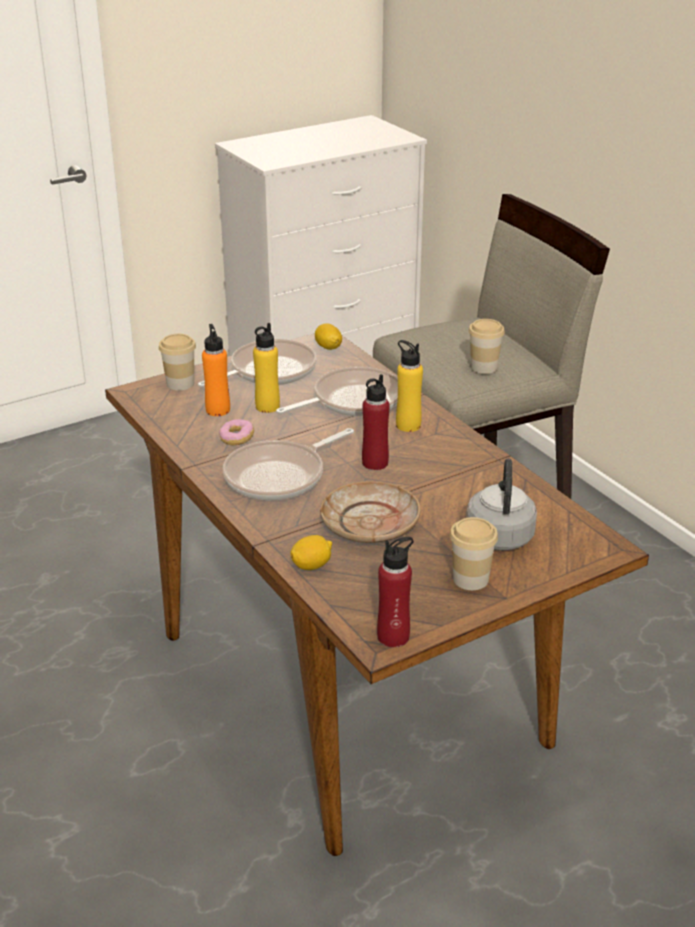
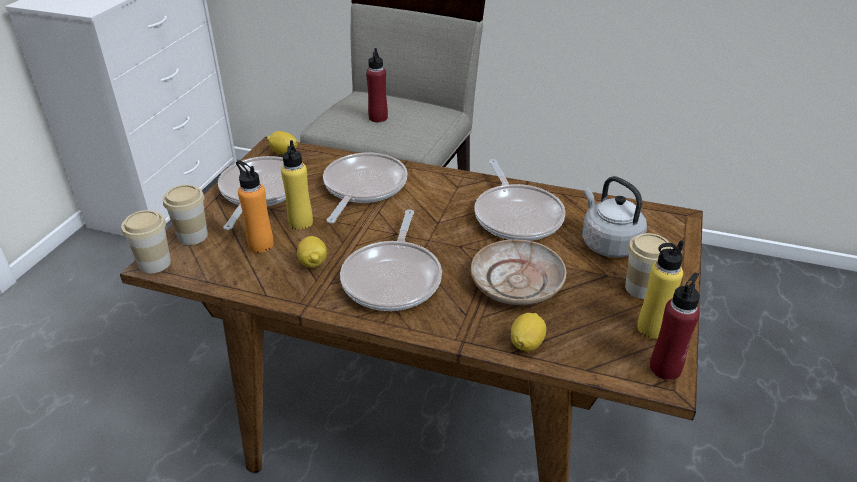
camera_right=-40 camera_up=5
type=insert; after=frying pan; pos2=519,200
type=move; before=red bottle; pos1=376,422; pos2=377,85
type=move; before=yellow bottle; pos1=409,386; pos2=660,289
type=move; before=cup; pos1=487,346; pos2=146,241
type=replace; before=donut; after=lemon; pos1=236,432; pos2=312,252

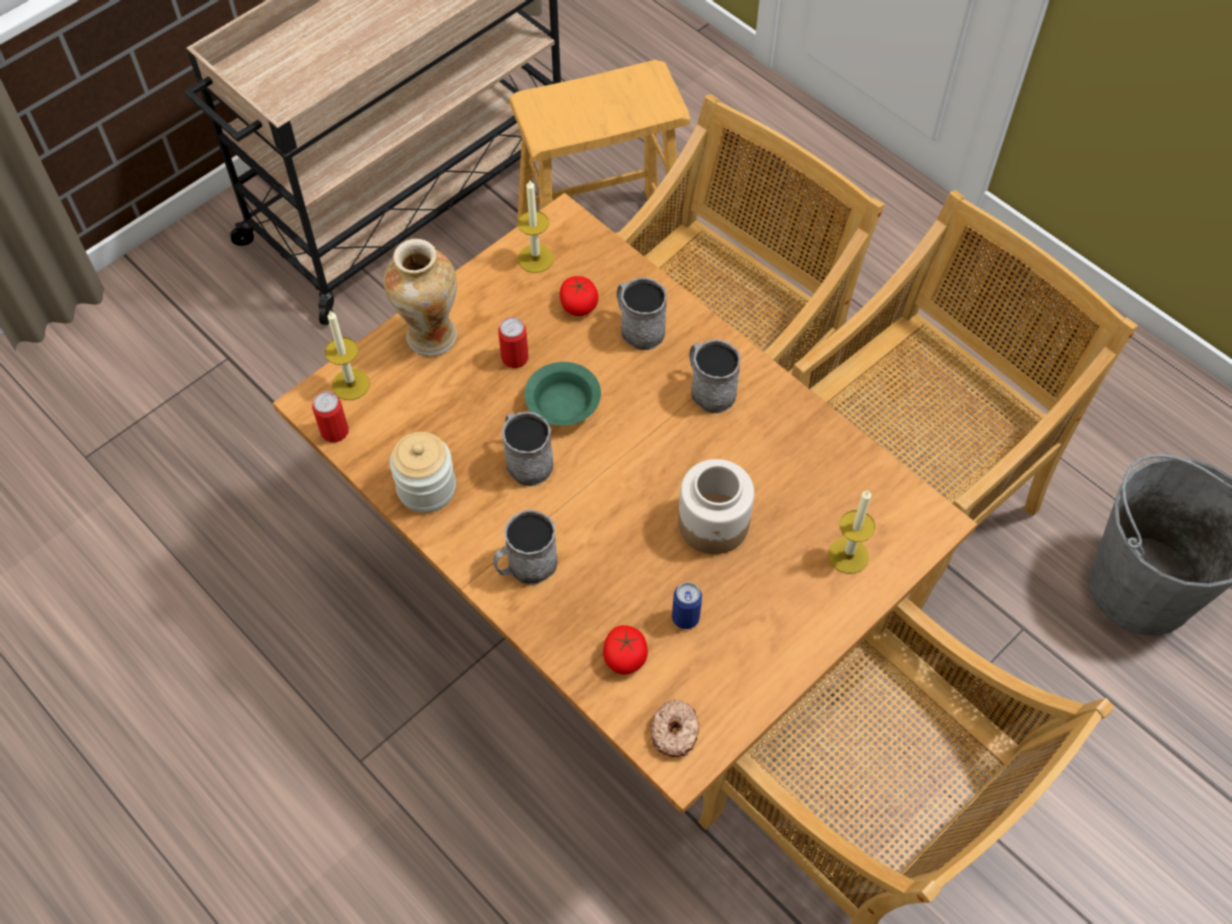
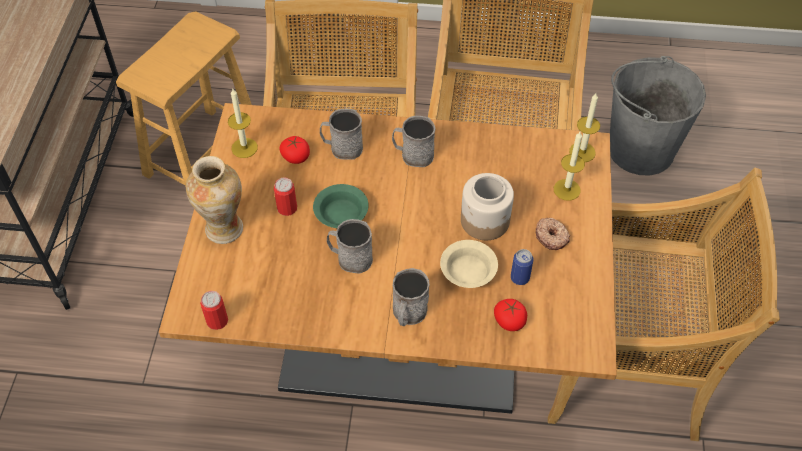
camera_right=-40 camera_up=-5
type=delete; before=jar; pos1=423,472
type=insert; after=beige bowl; pos2=469,264
type=move; before=candle; pos1=347,355; pos2=584,127
type=move; before=donut; pos1=674,728; pos2=553,234

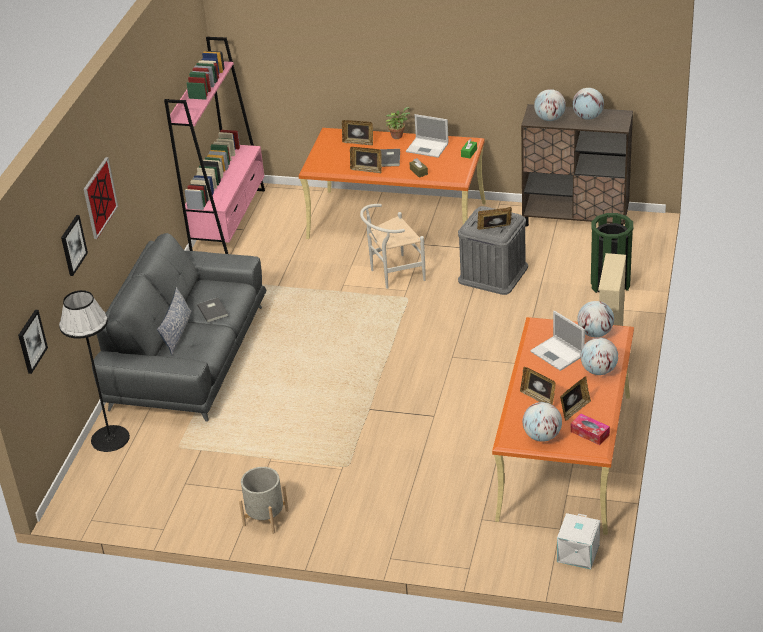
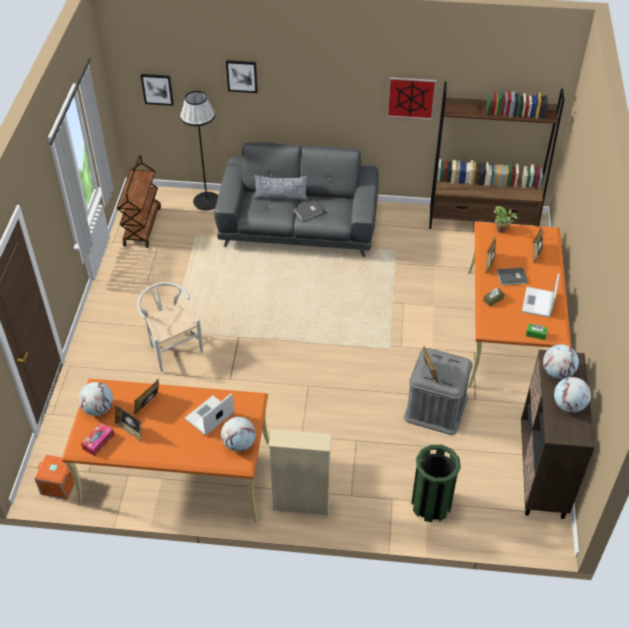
camera_right=80 camera_up=10
type=delete; before=grey planter; pos1=264,500
type=delete; before=globe; pos1=599,356
type=insert; after=brown cart; pos2=139,201
type=move; before=picture; pos1=101,198; pos2=411,98
type=move; before=white chair; pos1=392,246; pos2=170,327
type=move; before=potted plant; pos1=398,123; pos2=505,219
type=recolor; before=pink bookcase; after=brown bookcase; pos1=214,145; pos2=496,155
type=recolor; before=white storage box; after=orange storage box; pos1=578,541; pos2=54,477

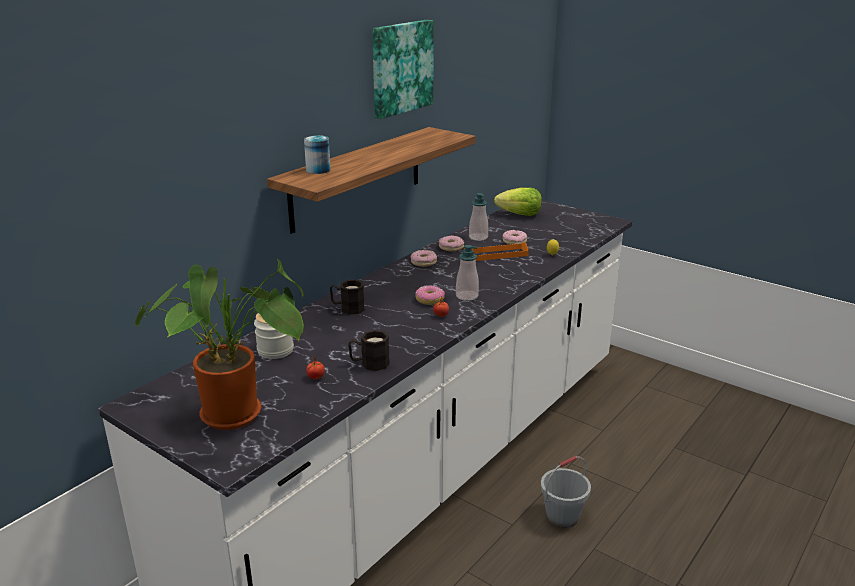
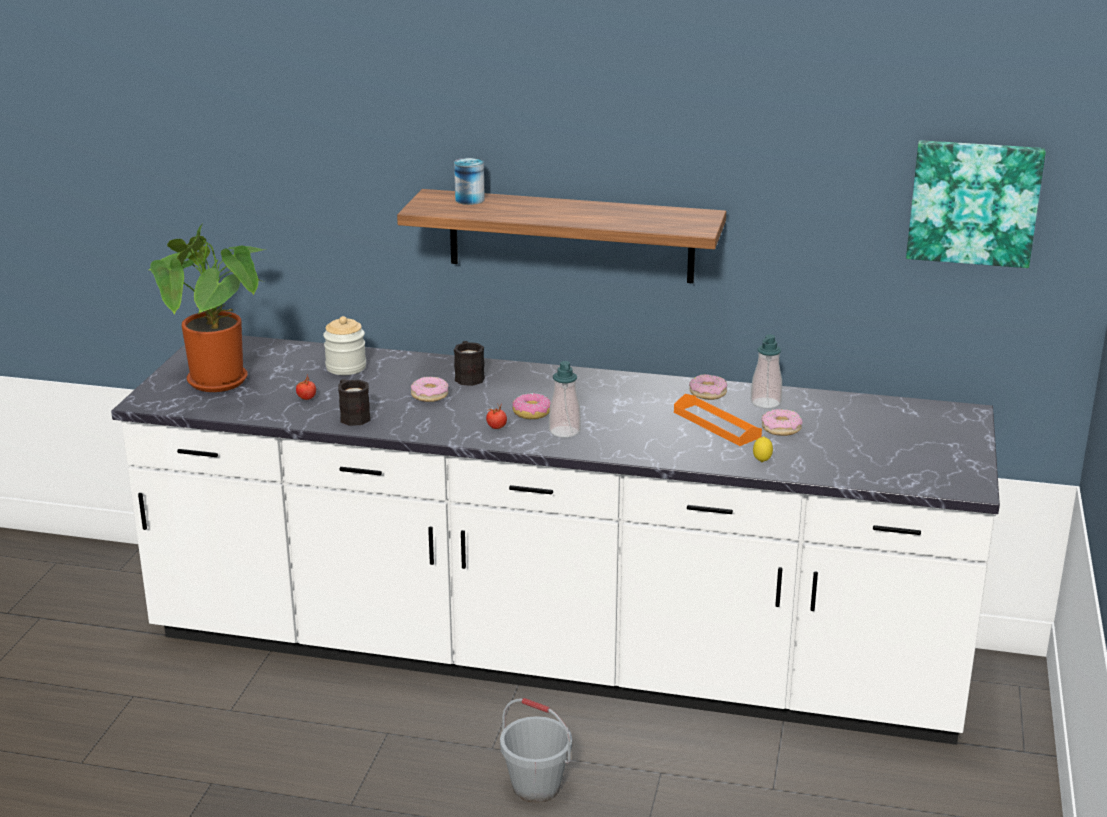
camera_right=65 camera_up=0
type=delete; before=lettuce; pos1=518,201
type=move; before=picture; pos1=403,69; pos2=976,204
type=move; before=donut; pos1=423,258; pos2=430,389

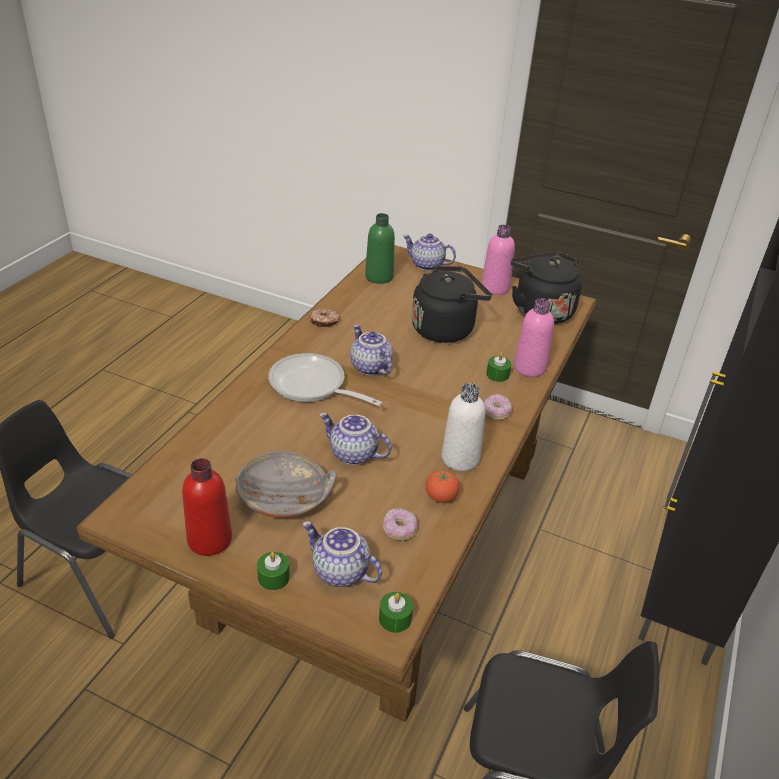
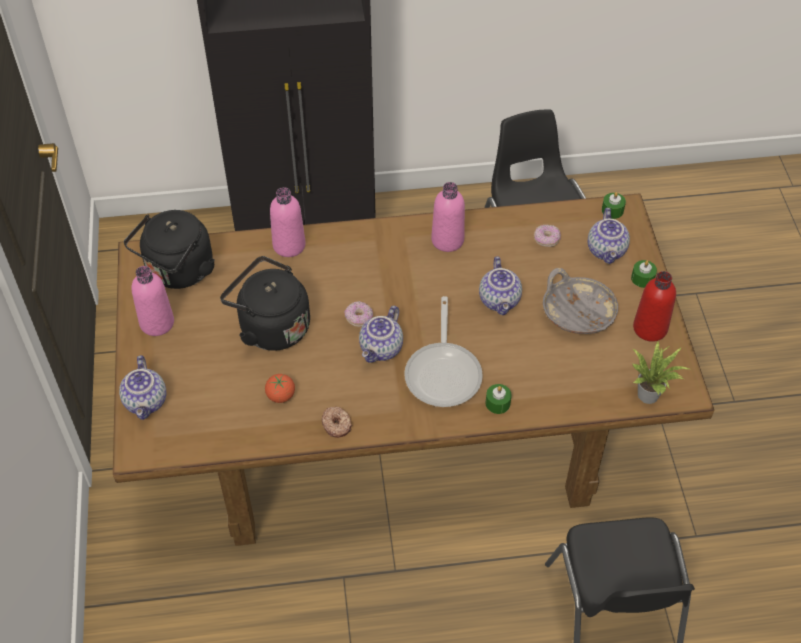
camera_right=-120 camera_up=15
type=delete; before=green bottle; pos1=380,248
type=insert; after=potted plant; pos2=660,372
type=move; before=tomato; pos1=442,486; pos2=280,388
type=move; before=donut; pos1=498,407; pos2=359,314
type=move; before=green candle; pos1=498,367; pos2=499,399
type=recolor; before=white bottle; after=pink bottle; pos1=463,427; pos2=448,217

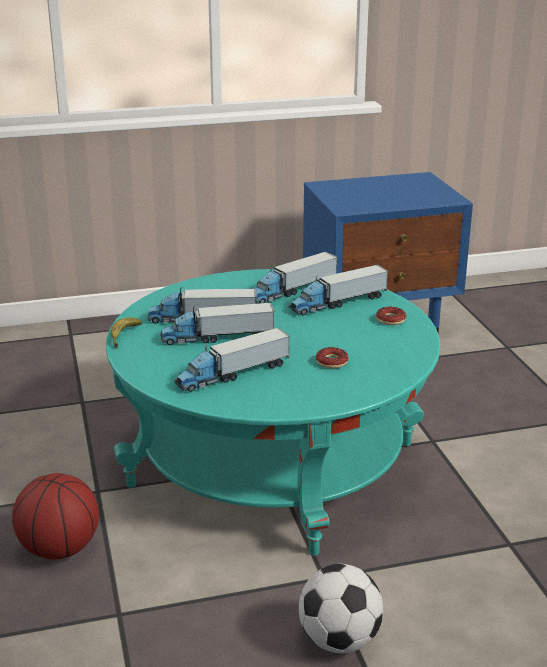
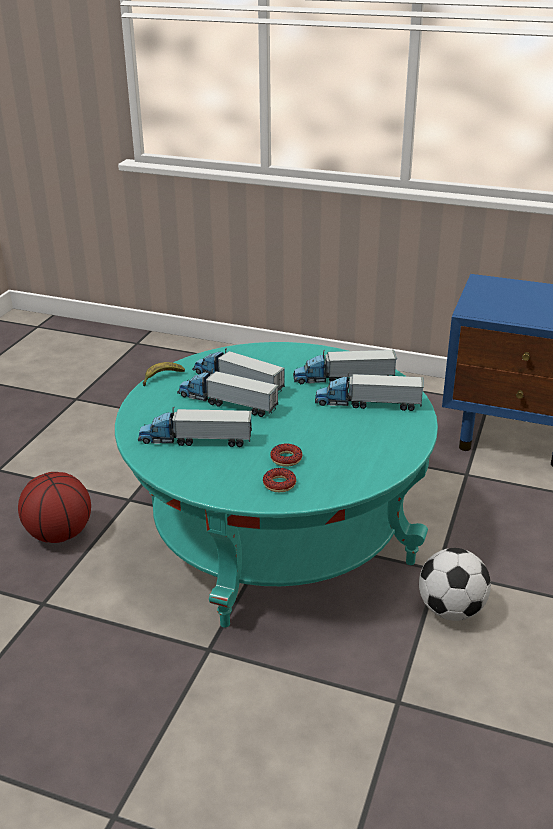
camera_right=35 camera_up=5
type=move; before=football; pos1=341,608; pos2=455,584
type=move; before=donut; pos1=391,316; pos2=279,480

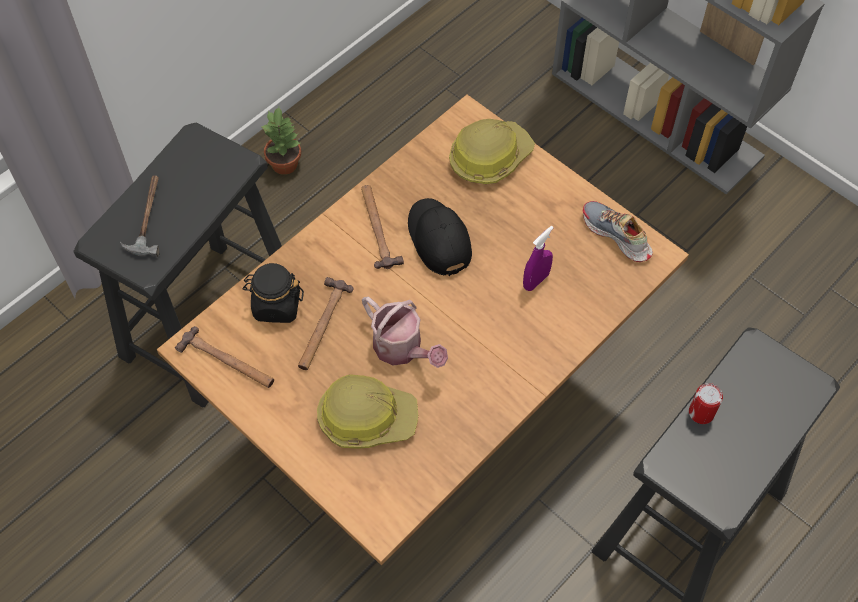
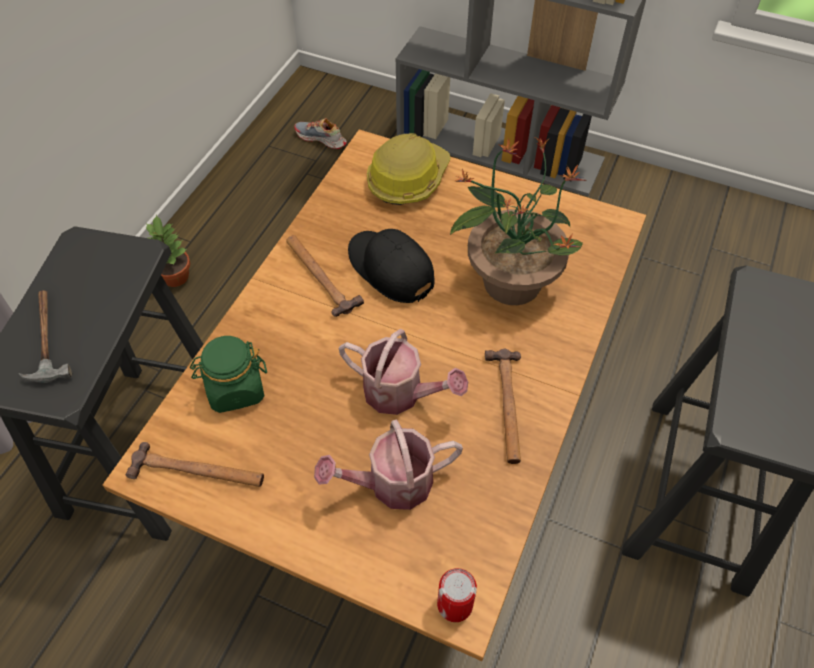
camera_right=-20 camera_up=-5
type=move; before=hammer; pos1=325,323; pos2=503,406
type=move; before=shoe; pos1=618,231; pos2=320,133
type=move; before=can; pos1=706,403; pos2=457,595
type=replace; before=hard hat; after=watering can; pos1=367,411; pos2=388,465
type=replace; before=purple spray bottle; after=potted plant; pos1=538,258; pos2=518,221
type=recolor; before=black jar; after=green jar; pos1=273,293; pos2=228,374

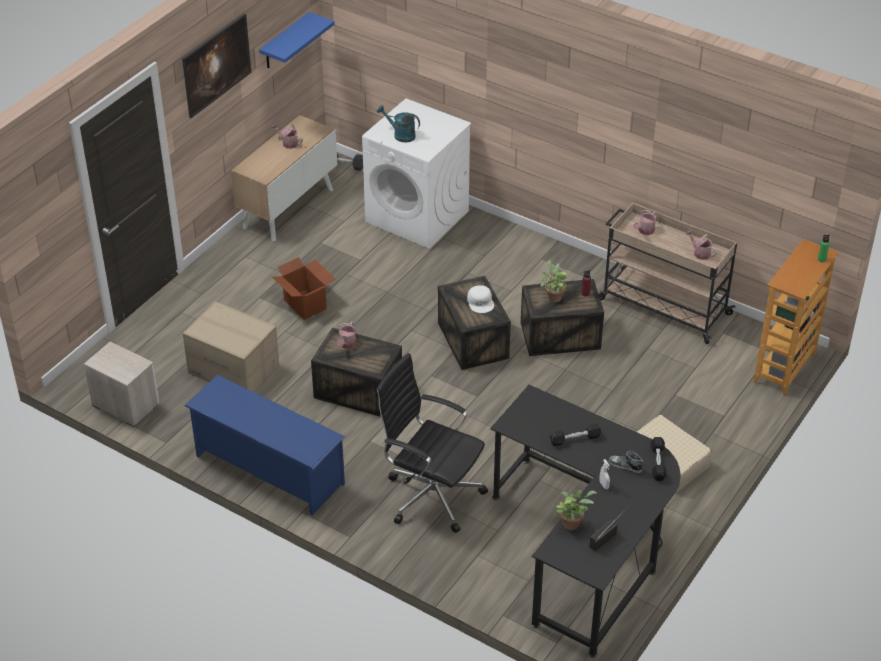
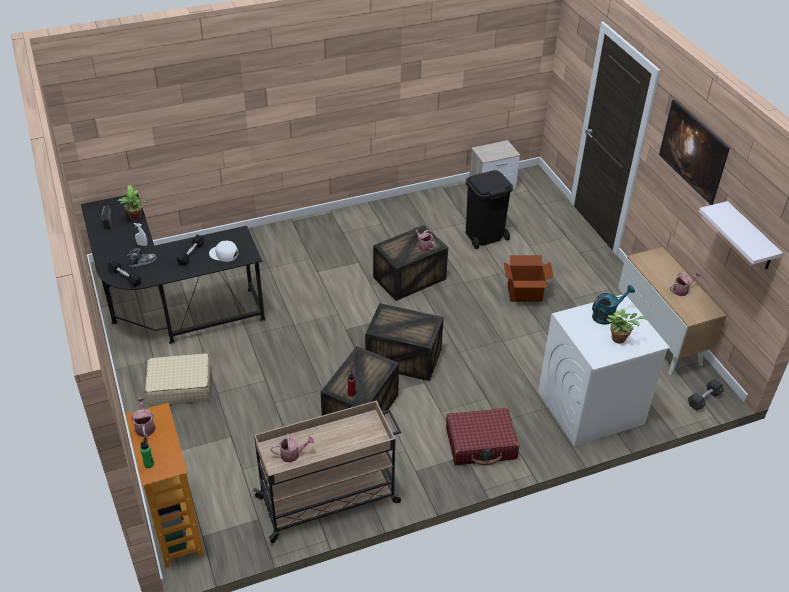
camera_right=125 camera_up=0
type=delete; before=blue shoe rack; pos1=264,445
type=delete; before=black office chair; pos1=431,443
type=insert; after=red suitcase; pos2=482,437
type=move; before=white cap; pos1=480,299; pos2=224,251
type=move; before=potted plant; pos1=554,281; pos2=626,326
type=move; before=watering can; pos1=645,222; pos2=143,417
type=replace; before=cardboard box; after=black trash can; pos1=231,347; pos2=489,209
type=recolor; before=blue shelf; after=white shelf; pos1=297,40; pos2=741,235

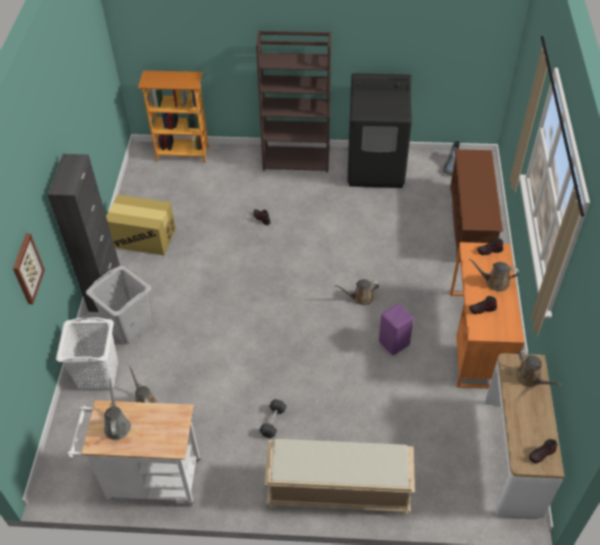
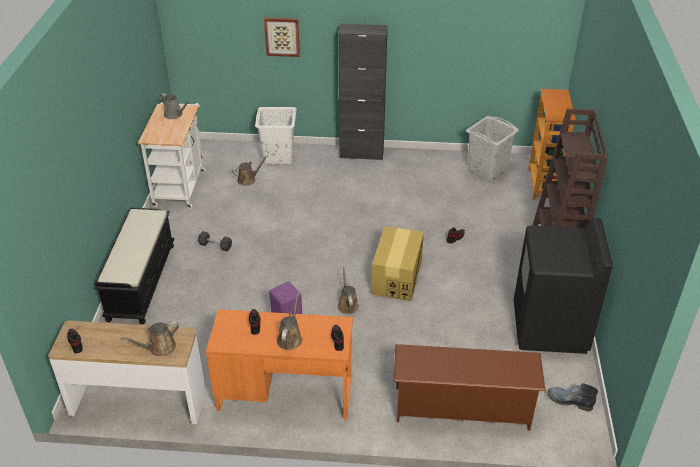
camera_right=90 camera_up=-10
type=move; before=grey laundry basket; pos1=119,305; pos2=492,148
type=move; before=cardboard box; pos1=141,225; pos2=397,263
type=recolor; before=beige bench; after=black bench; pos1=339,477; pos2=135,265
type=rotate; before=grey watering can; pos1=117,409; pos2=175,106; turn=45

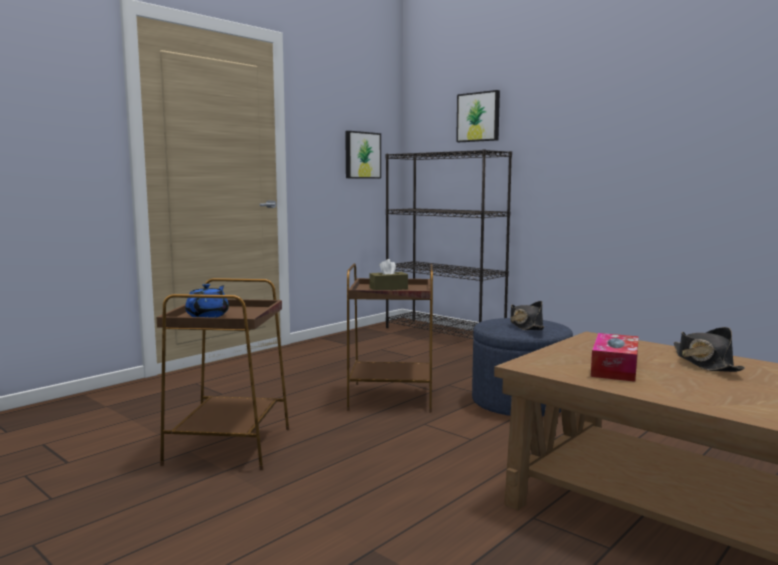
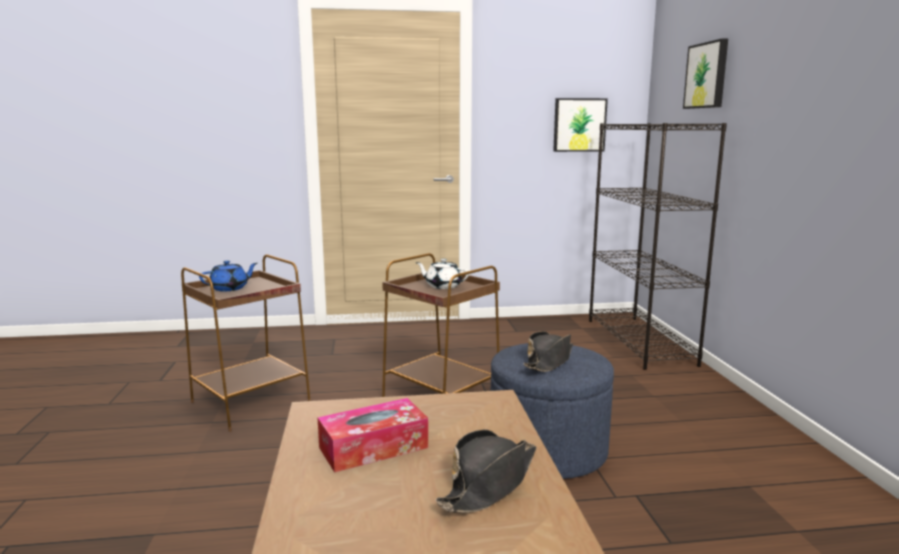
camera_right=40 camera_up=5
type=replace; before=brown tissue box; after=white teapot; pos1=389,274; pos2=442,274

